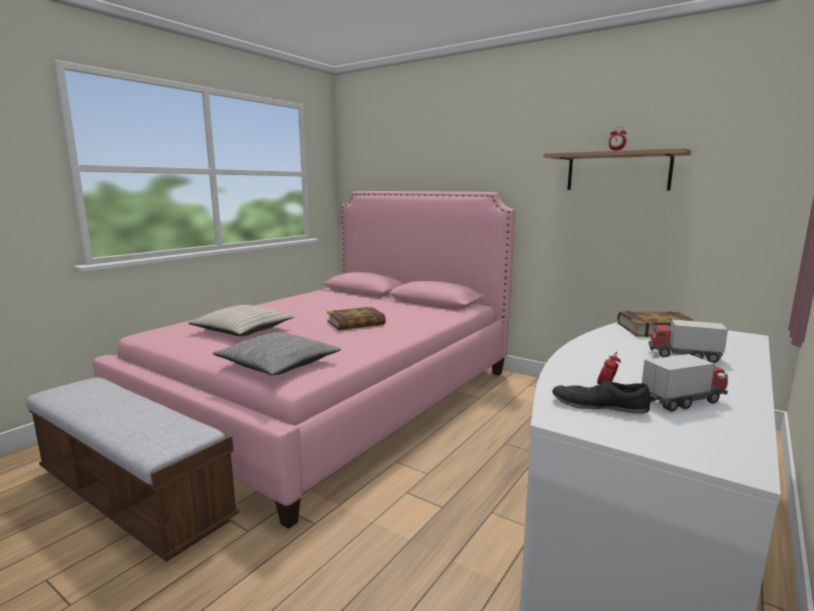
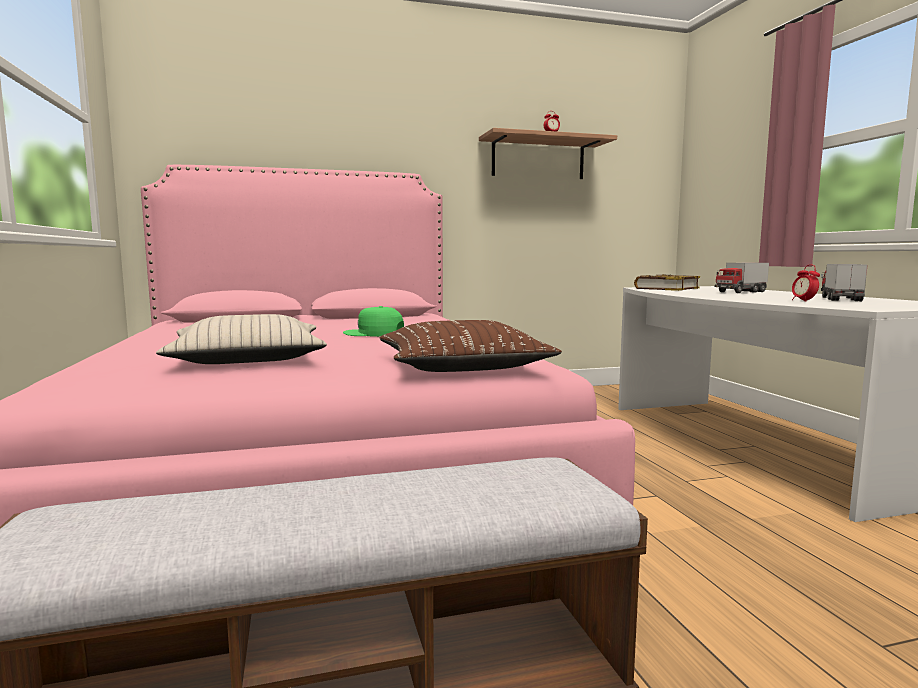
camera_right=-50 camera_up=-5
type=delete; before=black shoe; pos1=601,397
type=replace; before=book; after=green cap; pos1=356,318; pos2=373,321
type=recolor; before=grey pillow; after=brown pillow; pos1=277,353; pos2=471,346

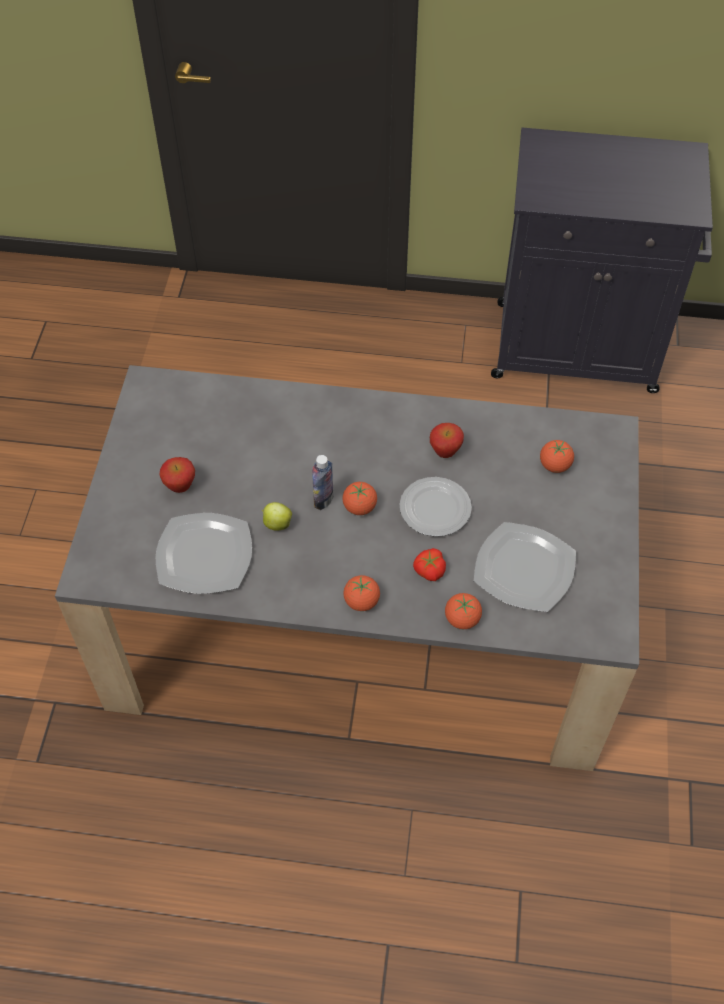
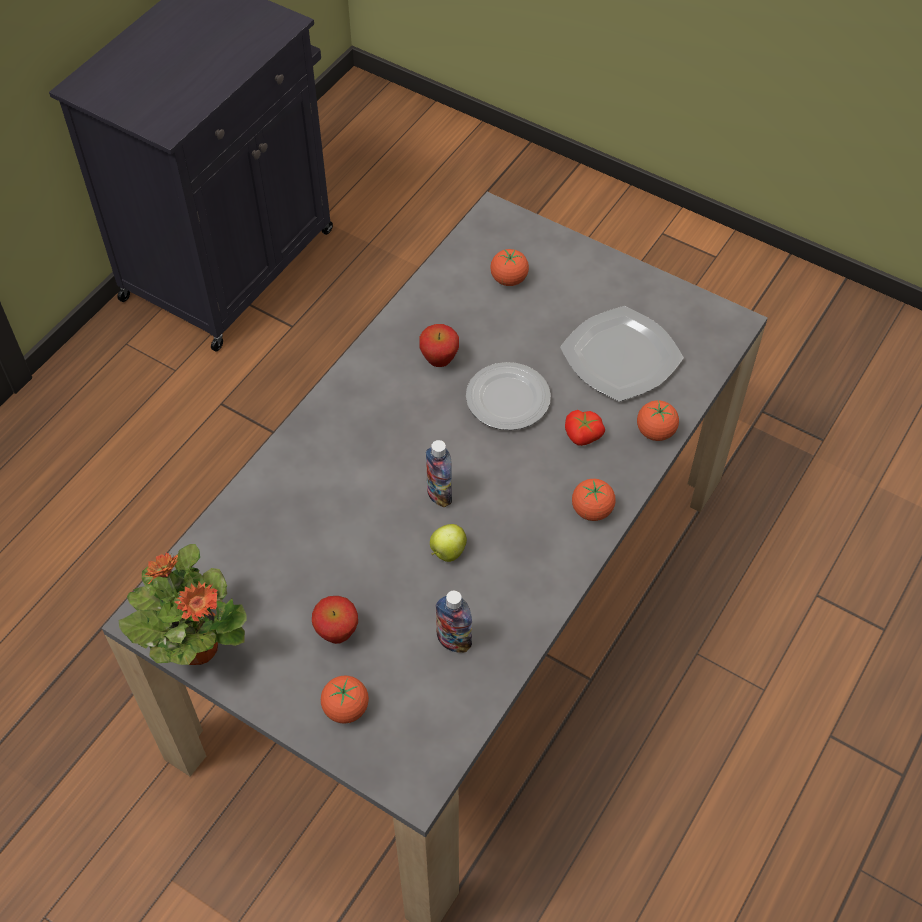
camera_right=-65 camera_up=0
type=insert; after=potted plant; pos2=183,604
type=move; before=tomato; pos1=360,498; pos2=345,700
type=replace; before=plate; after=bottle; pos1=204,553; pos2=454,622

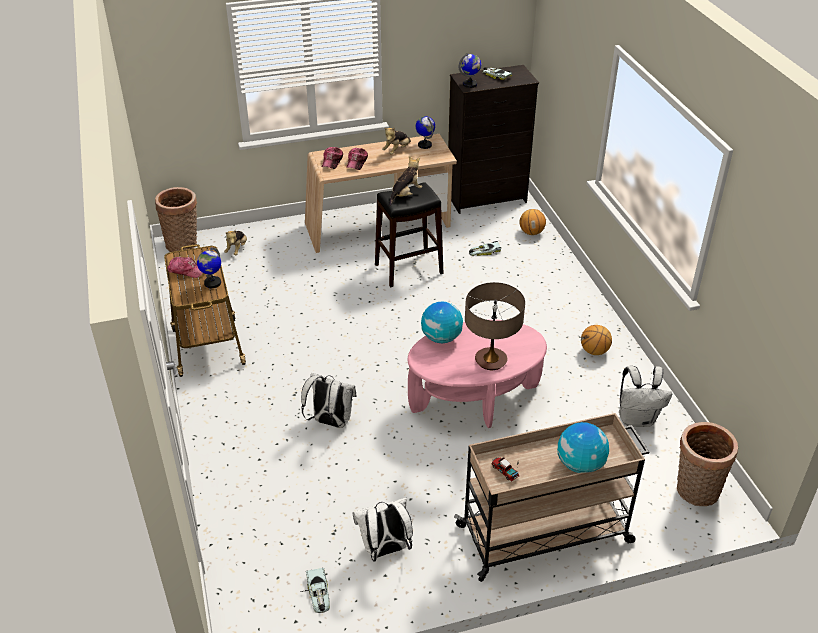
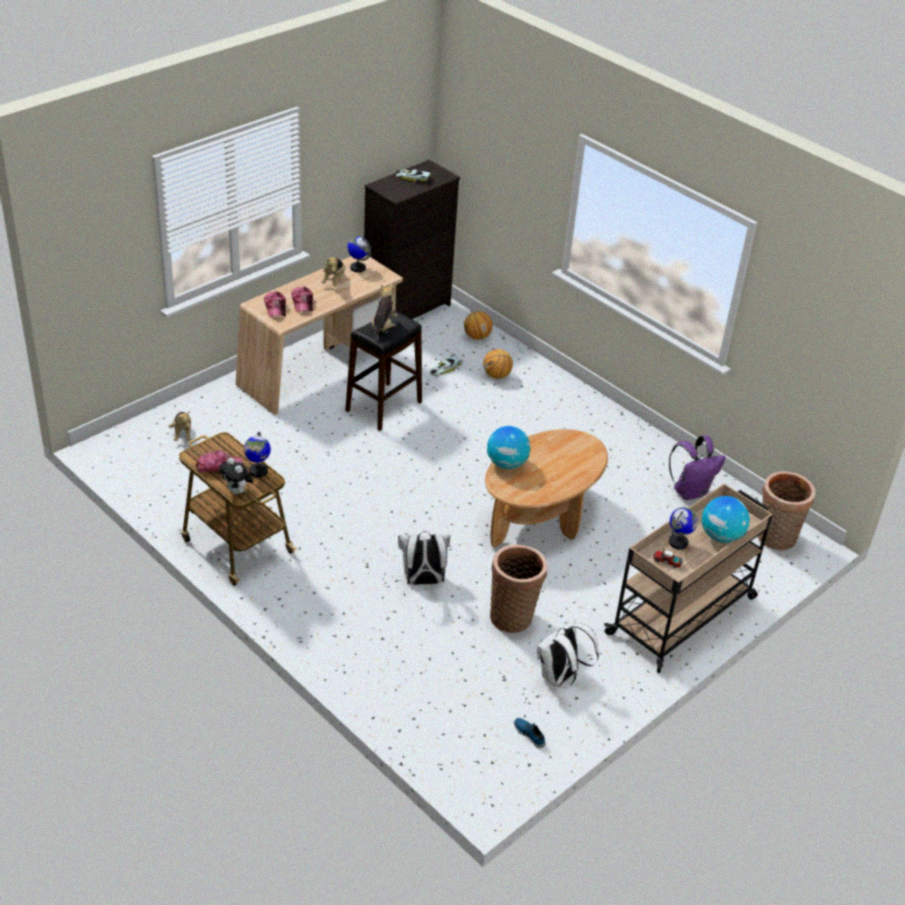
camera_right=-30 camera_up=0
type=delete; before=table lamp; pos1=495,326
type=insert; after=plush toy; pos2=236,476
type=move; before=basket; pos1=176,219; pos2=519,588
type=move; before=globe; pos1=470,70; pos2=683,528
type=move; before=basketball; pos1=596,340; pos2=498,364
type=replace; before=toy car; after=shoe; pos1=315,590; pos2=530,733
type=recolor; before=pink coffee table; after=brown coffee table; pos1=477,374; pos2=546,488
type=recolor; before=white backpack; after=purple backpack; pos1=645,396; pos2=697,467

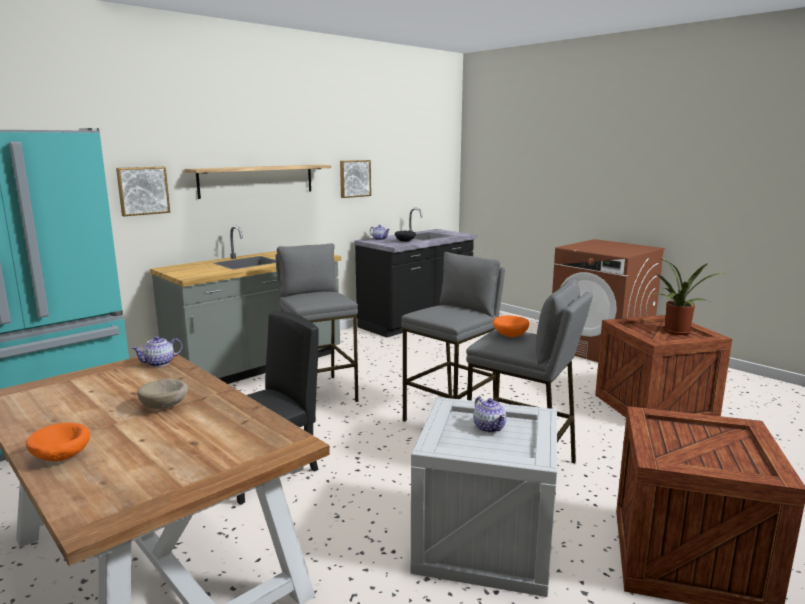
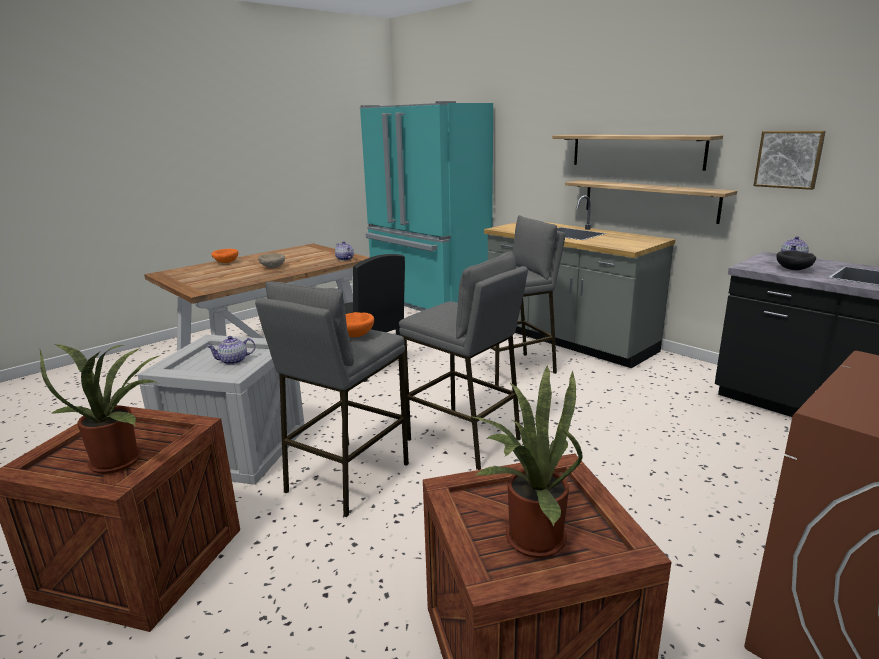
camera_right=90 camera_up=5
type=delete; before=picture; pos1=143,191
type=insert; after=potted plant; pos2=101,409
type=insert; after=shelf; pos2=651,202

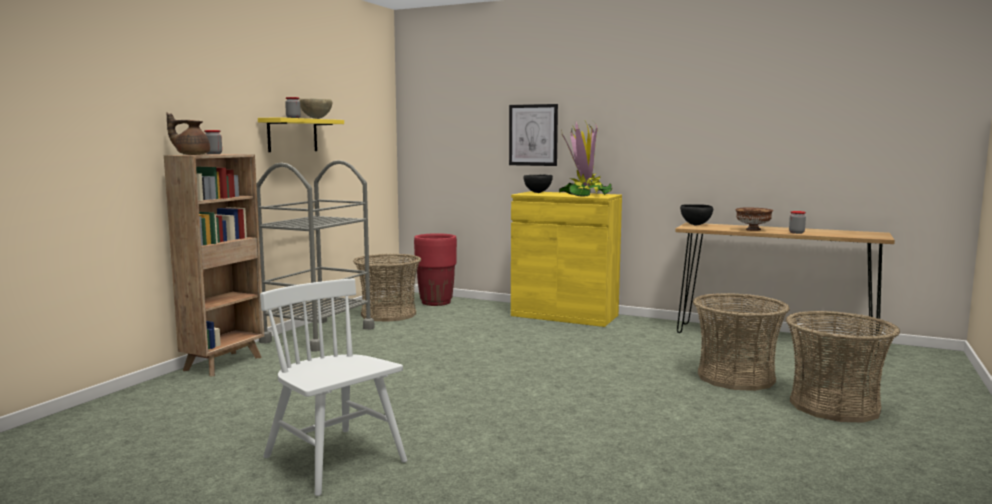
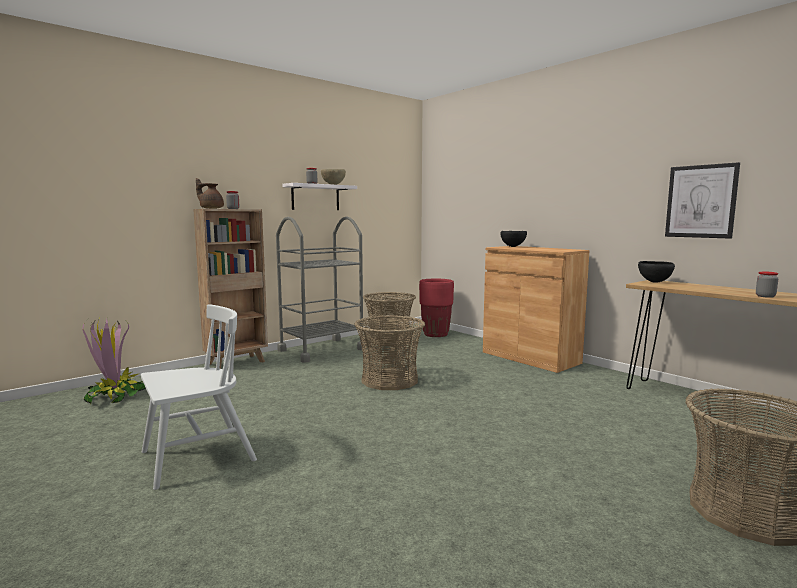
camera_right=25 camera_up=0
type=delete; before=brown bowl; pos1=754,219
type=move; before=picture; pos1=533,135; pos2=702,200
type=move; before=potted plant; pos1=585,158; pos2=113,361
type=move; before=basket; pos1=741,342; pos2=389,352
type=recolor; before=yellow shelf; after=white shelf; pos1=301,134; pos2=319,196
type=recolor; before=yellow cabinet; after=brown cabinet; pos1=566,259; pos2=536,309
type=rotate; before=white chair; pos1=333,387; pos2=199,397; turn=75

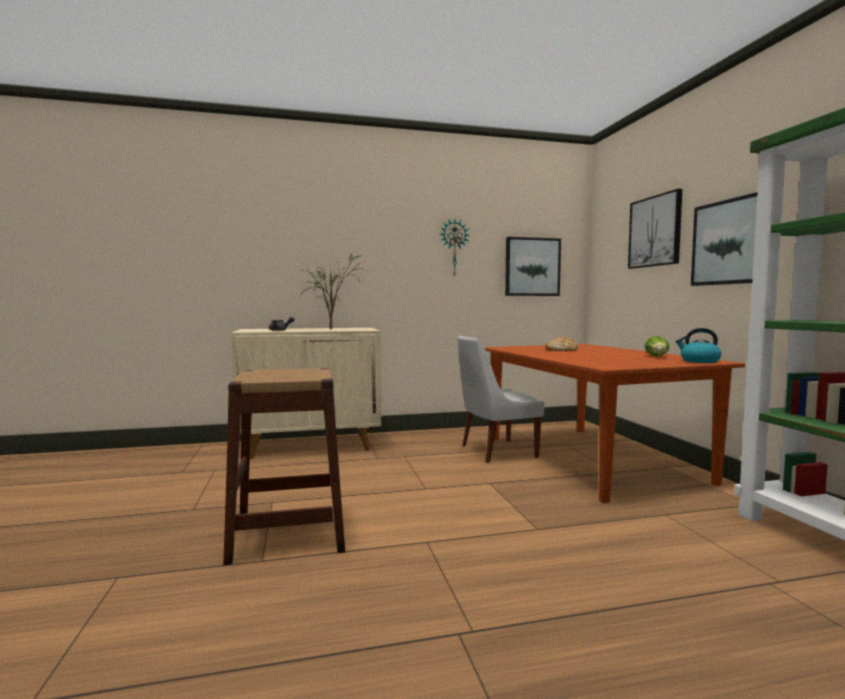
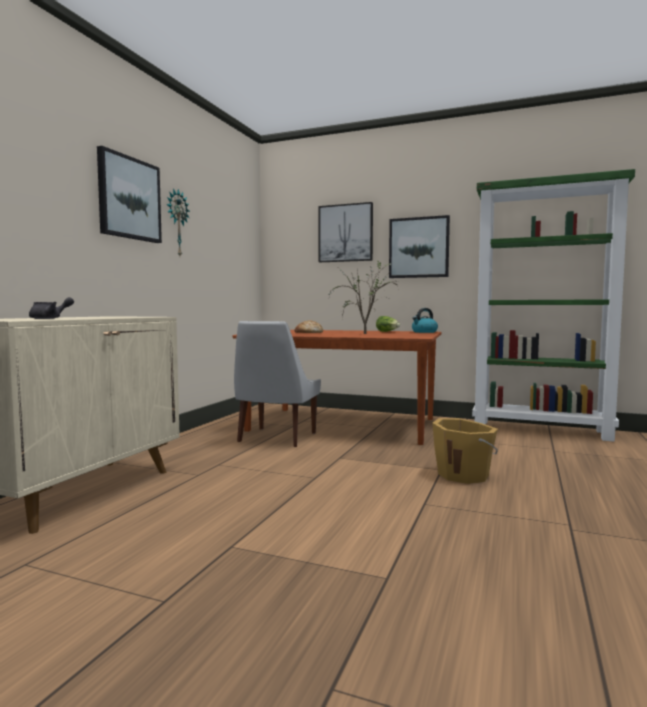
camera_right=-55 camera_up=0
type=delete; before=brown stool; pos1=284,466
type=insert; after=orange bucket; pos2=465,451
type=move; before=potted plant; pos1=333,290; pos2=363,297
type=move; before=picture; pos1=533,266; pos2=129,194

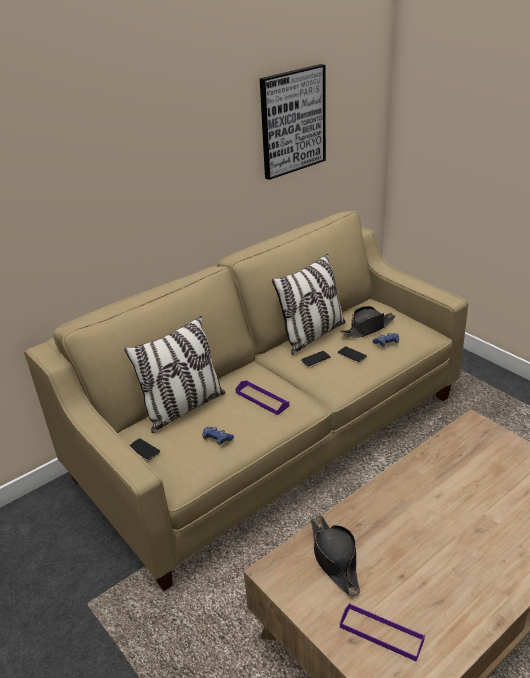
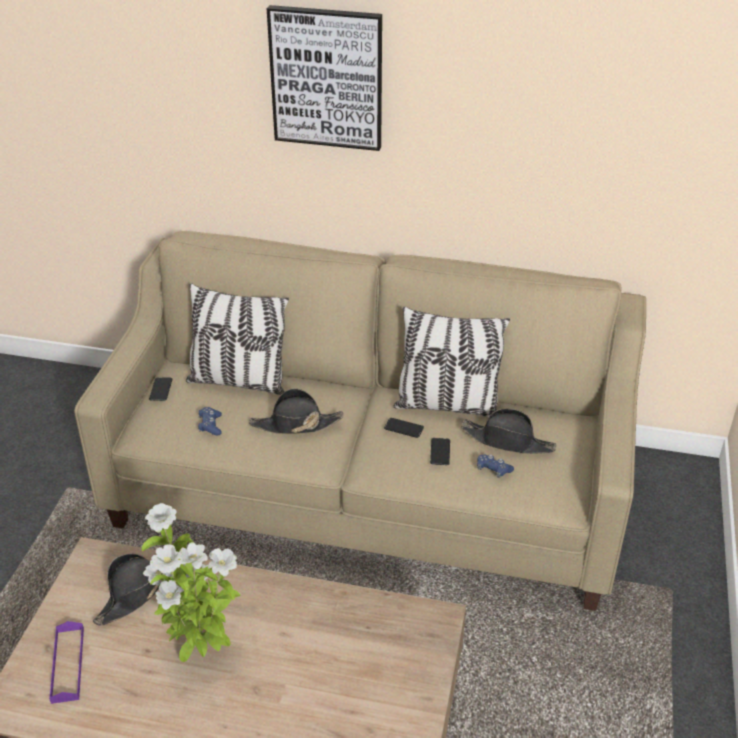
camera_right=50 camera_up=5
type=insert; after=potted plant; pos2=191,582
type=move; before=picture; pos1=293,122; pos2=324,78
type=replace; before=purple tray; after=black hat; pos1=262,397; pos2=296,411

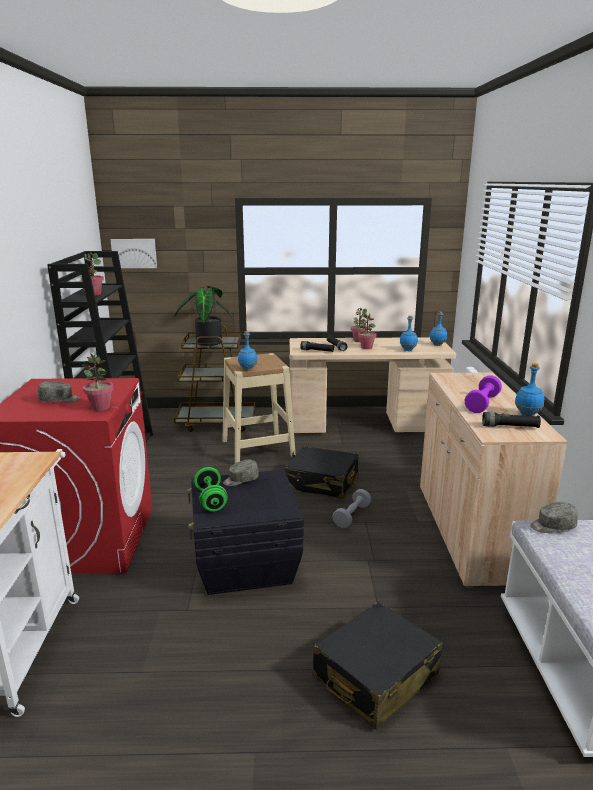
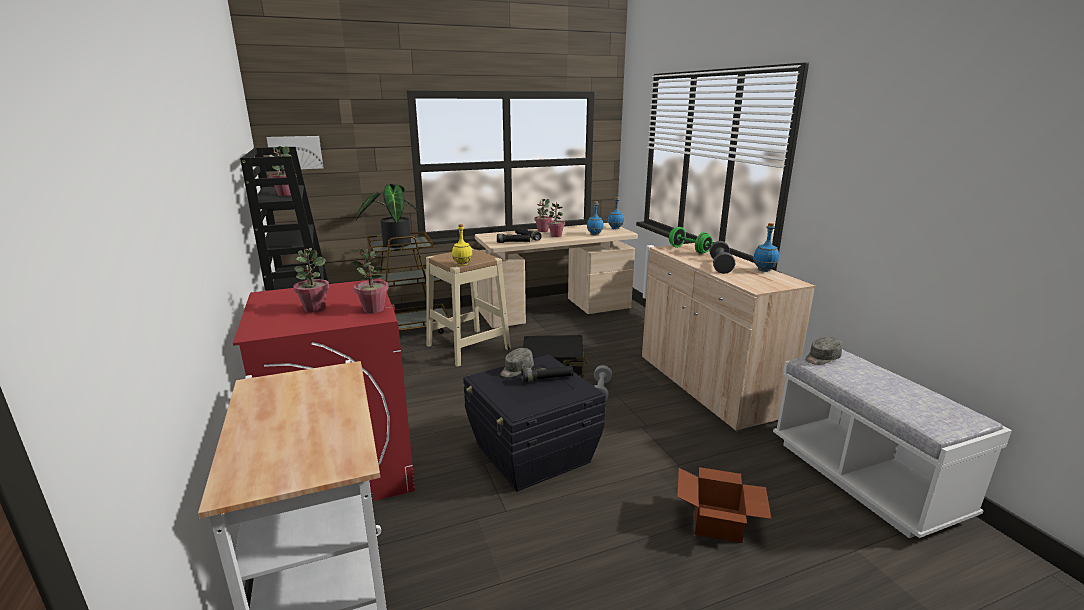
camera_right=-20 camera_up=0
type=move; before=green dumbbell; pos1=211,489; pos2=691,240
type=move; before=black flashlight; pos1=511,420; pos2=547,373
type=replace; before=grey cap; after=potted plant; pos1=59,391; pos2=311,280
type=replace; before=black suitcase; after=cardboard box; pos1=377,666; pos2=724,505
type=recolor; before=blue bottle; after=yellow bottle; pos1=248,350; pos2=462,245
type=recolor; before=purple dumbbell; after=grey dumbbell; pos1=483,394; pos2=722,257

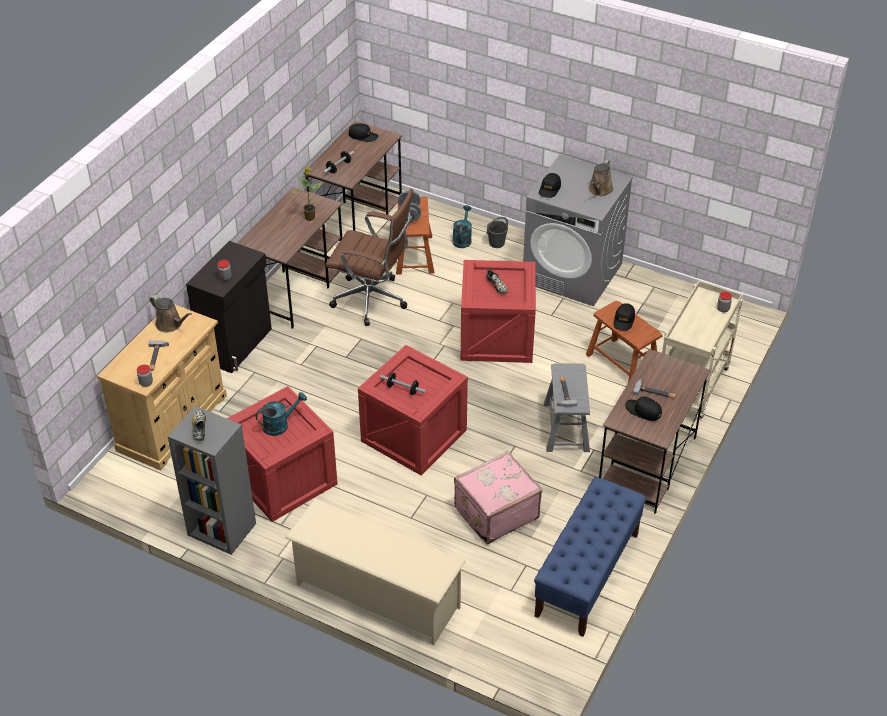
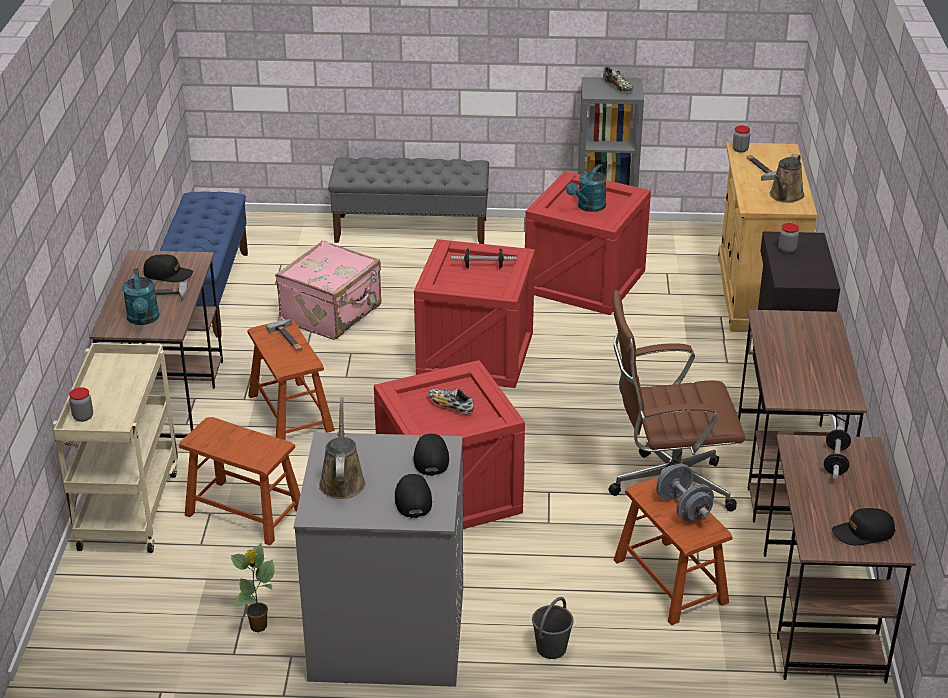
camera_right=155 camera_up=-10
type=move; before=potted plant; pos1=307,194; pos2=253,587
type=move; before=turquoise watering can; pos1=462,226; pos2=141,296
type=move; before=black cap; pos1=624,317; pos2=413,496
type=replace; before=beige shoe rack; after=grey bench; pos1=375,572; pos2=408,200
type=recolor; before=grey stool; after=brown stool; pos1=567,407; pos2=291,379
type=rotate; before=brown watering can; pos1=171,313; pos2=786,178; turn=-75

